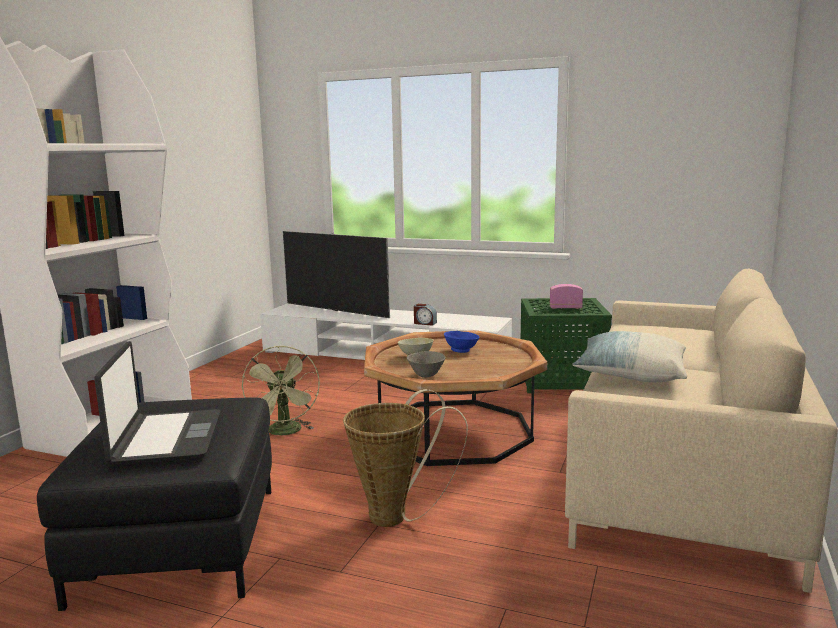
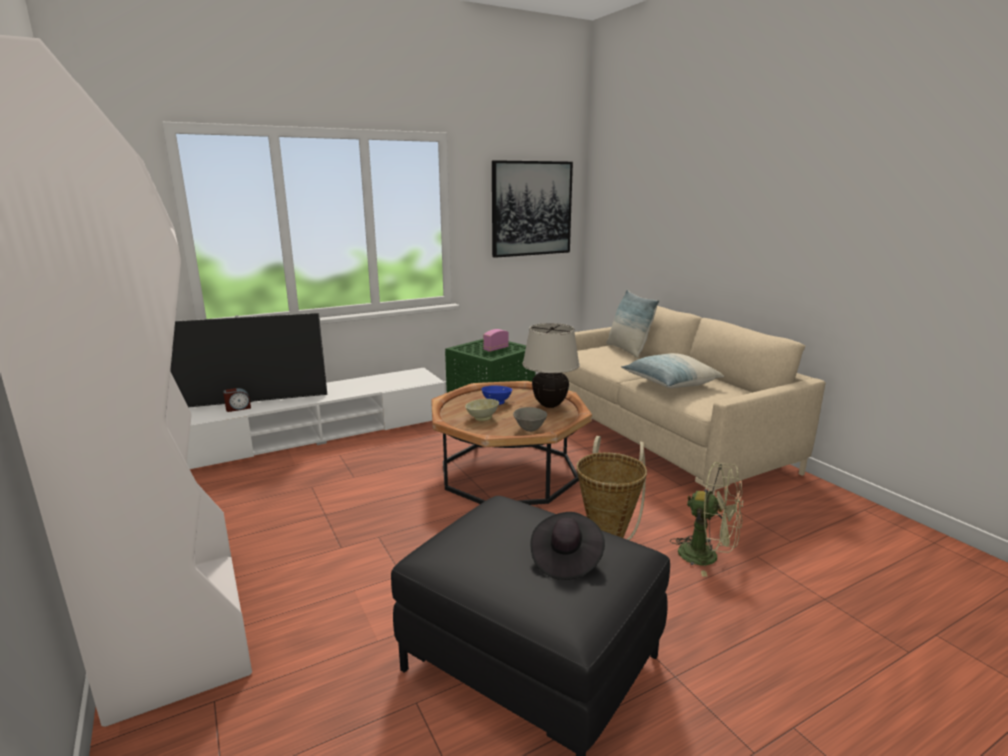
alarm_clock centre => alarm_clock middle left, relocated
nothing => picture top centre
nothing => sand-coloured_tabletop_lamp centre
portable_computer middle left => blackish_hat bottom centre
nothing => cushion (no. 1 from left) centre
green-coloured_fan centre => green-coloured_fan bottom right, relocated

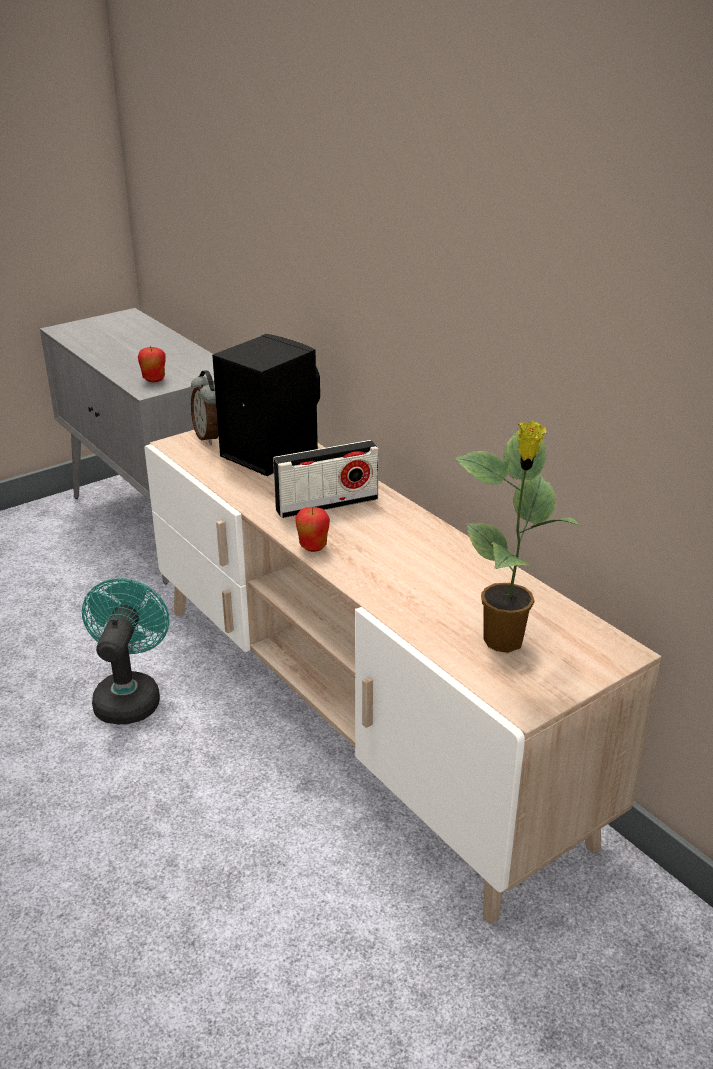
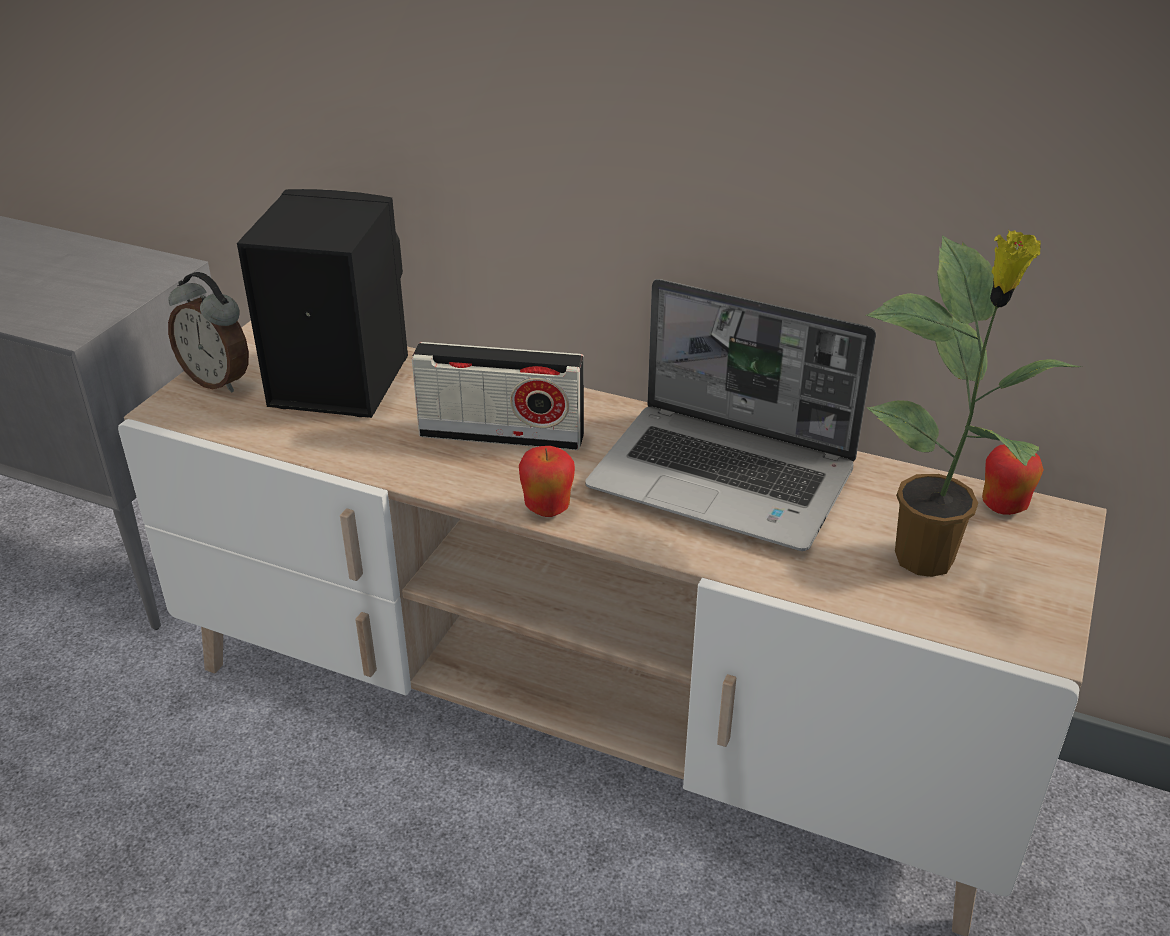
radio_set centre, 60 degrees clockwise
nothing => portable_computer centre
apple (no. 1 from left in the first image) middle left => apple (no. 2 from left) middle right, relocated
blue-green_fan middle left => nothing

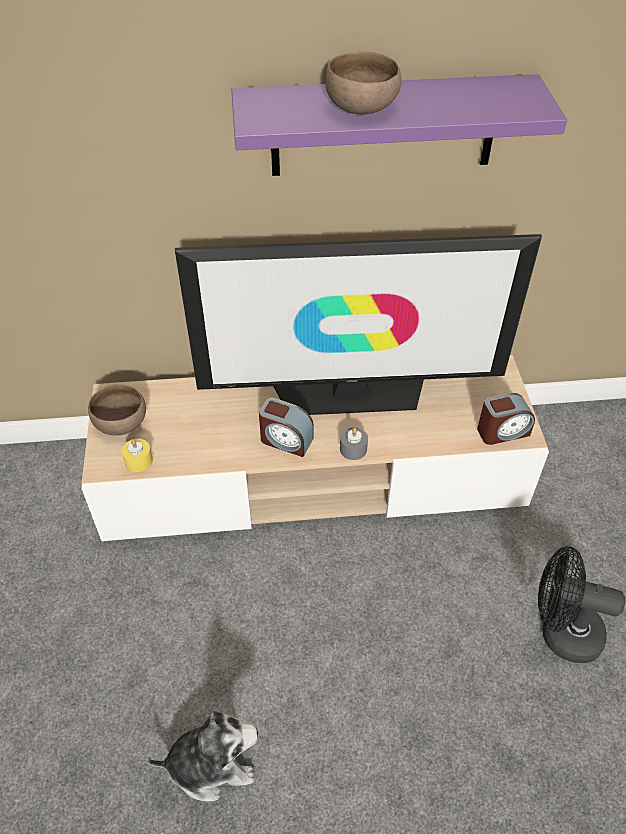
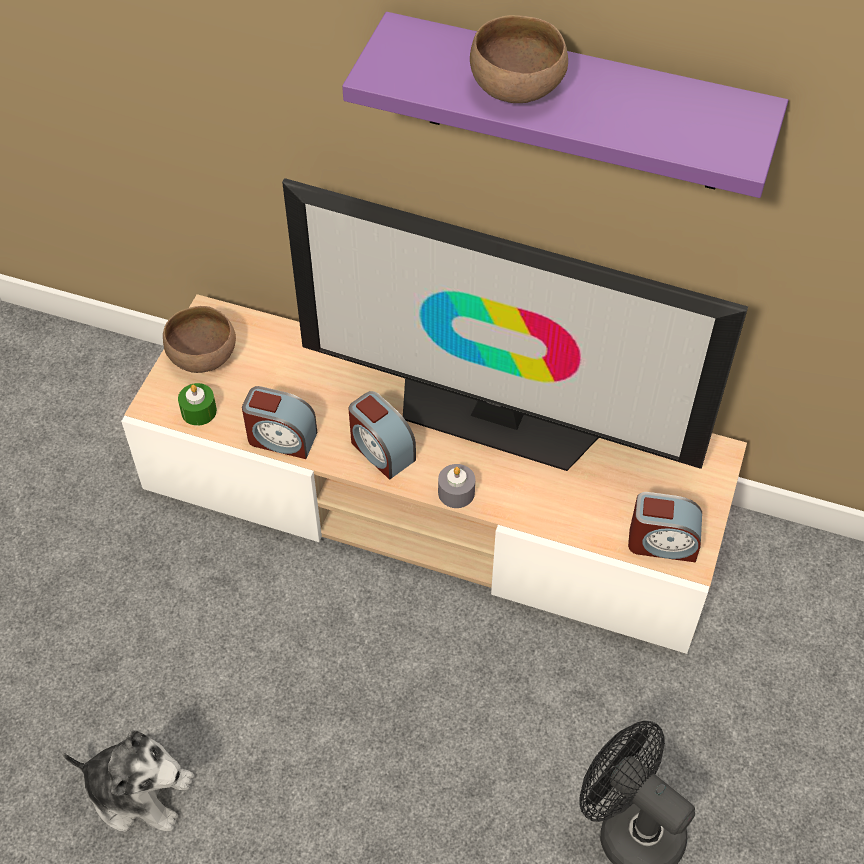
yellow_wax_light middle left => green-coloured_wax_light middle left
nothing => alarm_clock (no. 1 from left) middle left

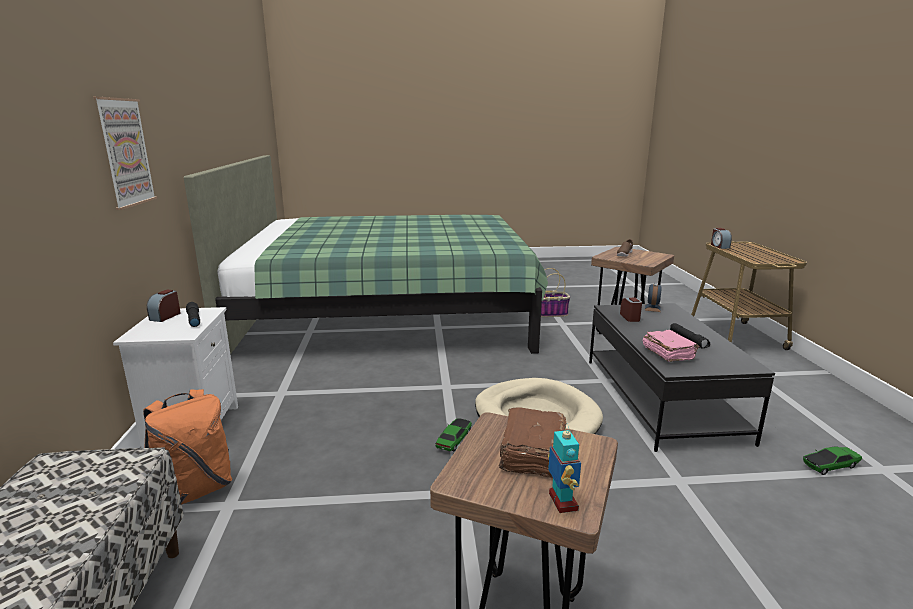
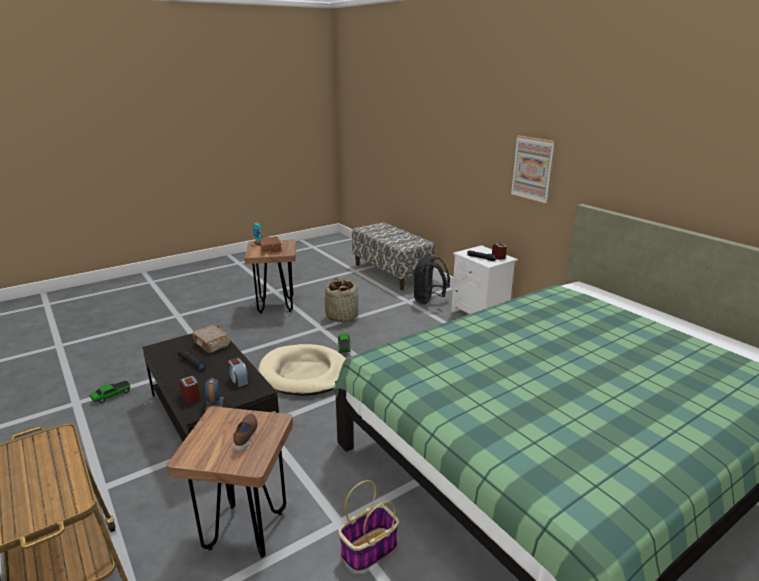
alarm_clock (no. 4 from left in the first image) middle right => alarm_clock (no. 1 from left) bottom left, relocated
pinkish_volume middle right => brown_volume (no. 1 from left) middle left
nothing => basket (no. 1 from left) centre
orange_backpack bottom left => blackish_backpack centre

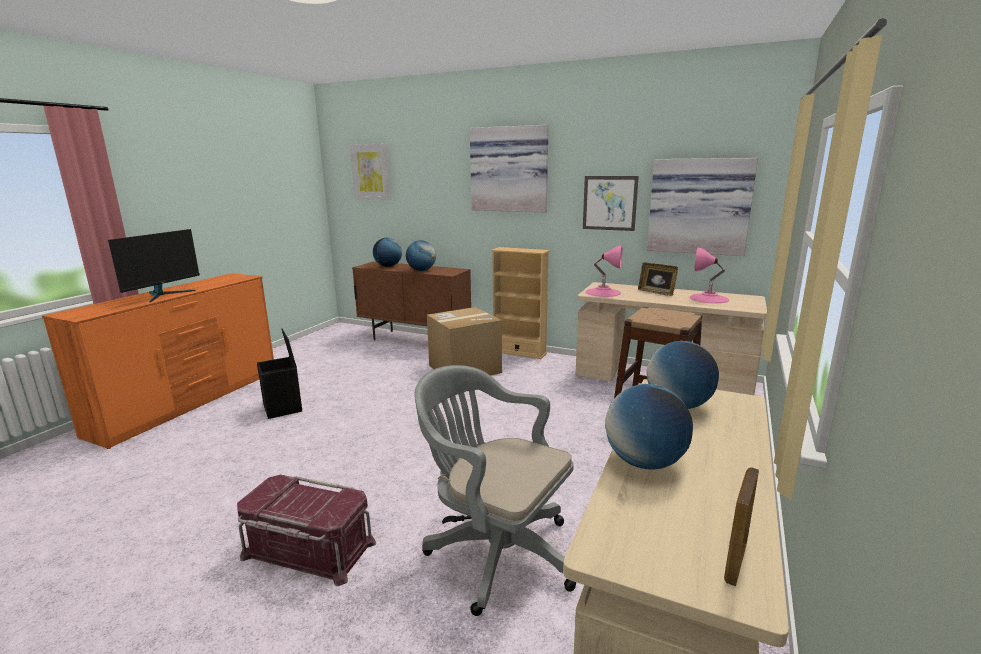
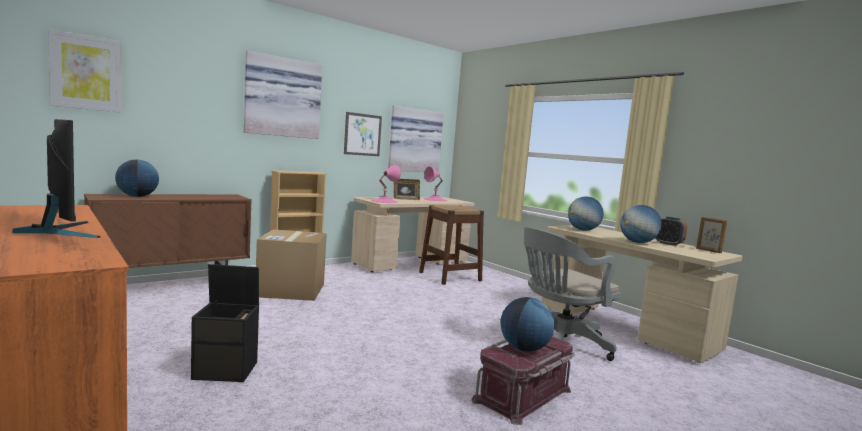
globe (no. 2 from left) centre => globe (no. 2 from left) bottom centre, relocated
nothing => alarm_clock middle right

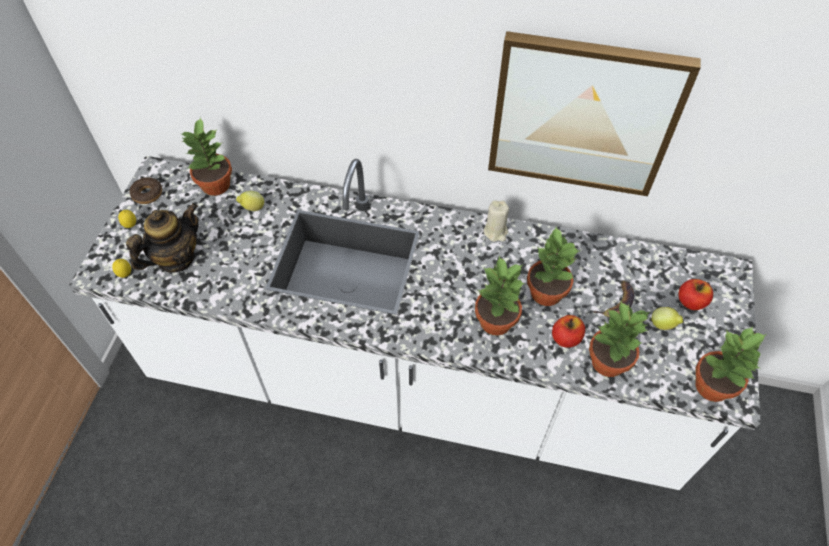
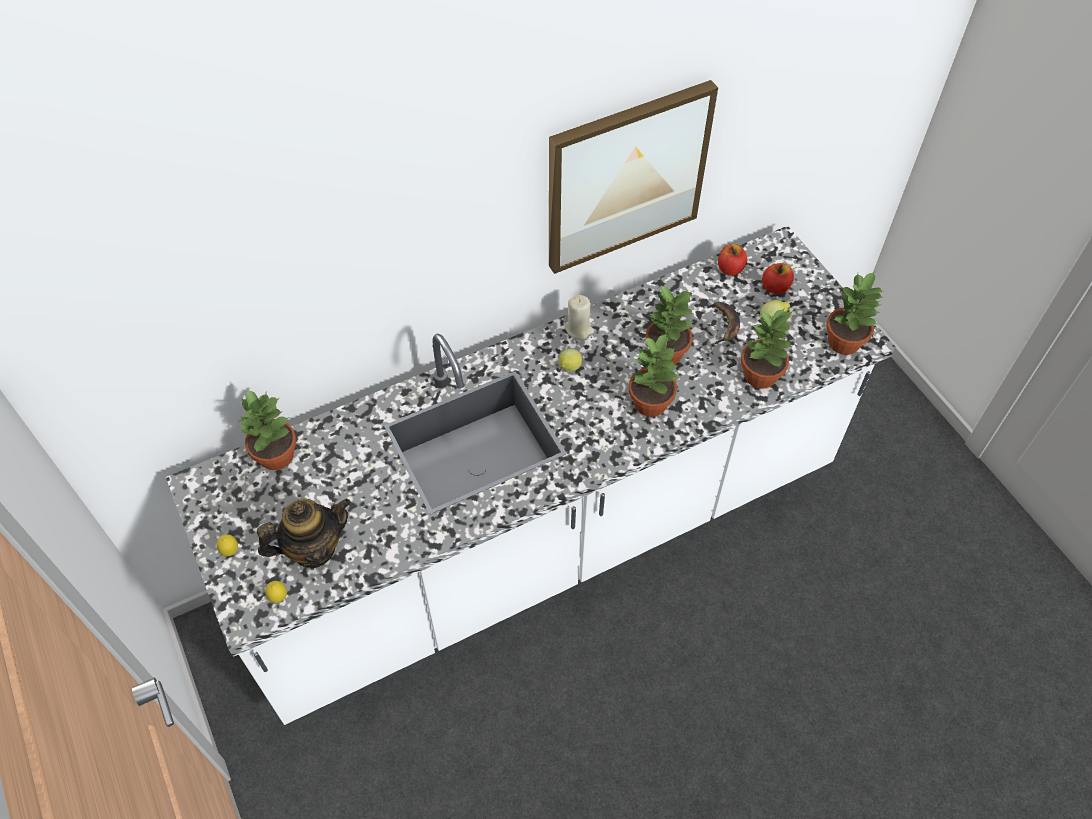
tea_pot middle left, 60 degrees clockwise
lemon (no. 3 from left) middle left => lemon (no. 3 from left) centre, relocated
apple (no. 1 from left) middle right => apple (no. 1 from left) top right, relocated
ring_doughnut middle left => nothing

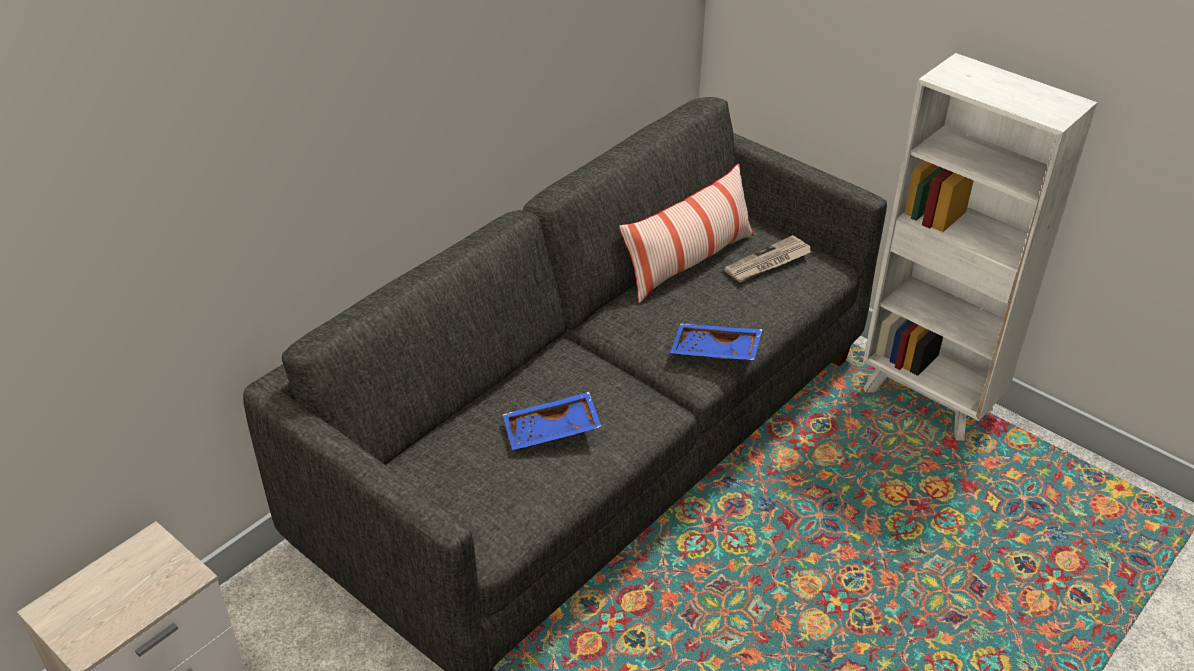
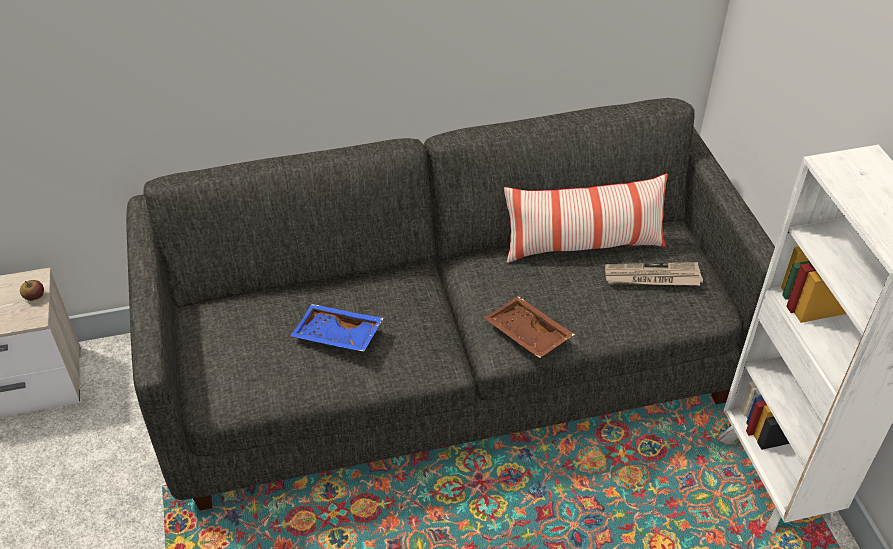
nothing => apple middle left
bluish_serving_tray (no. 2 from left) centre => brown_serving_tray centre

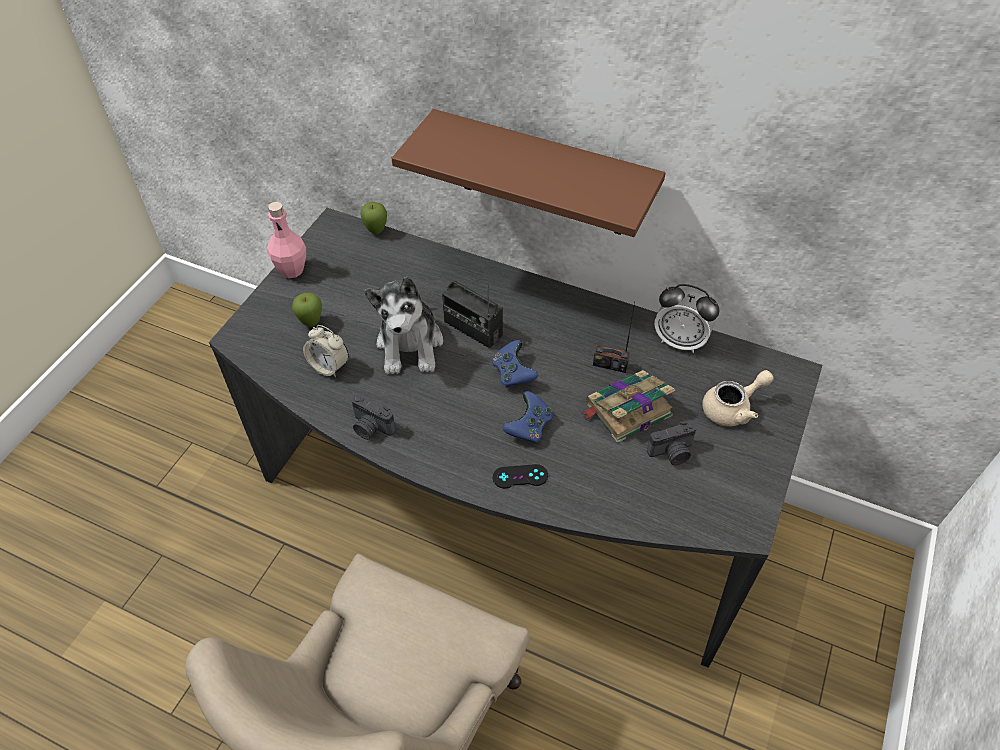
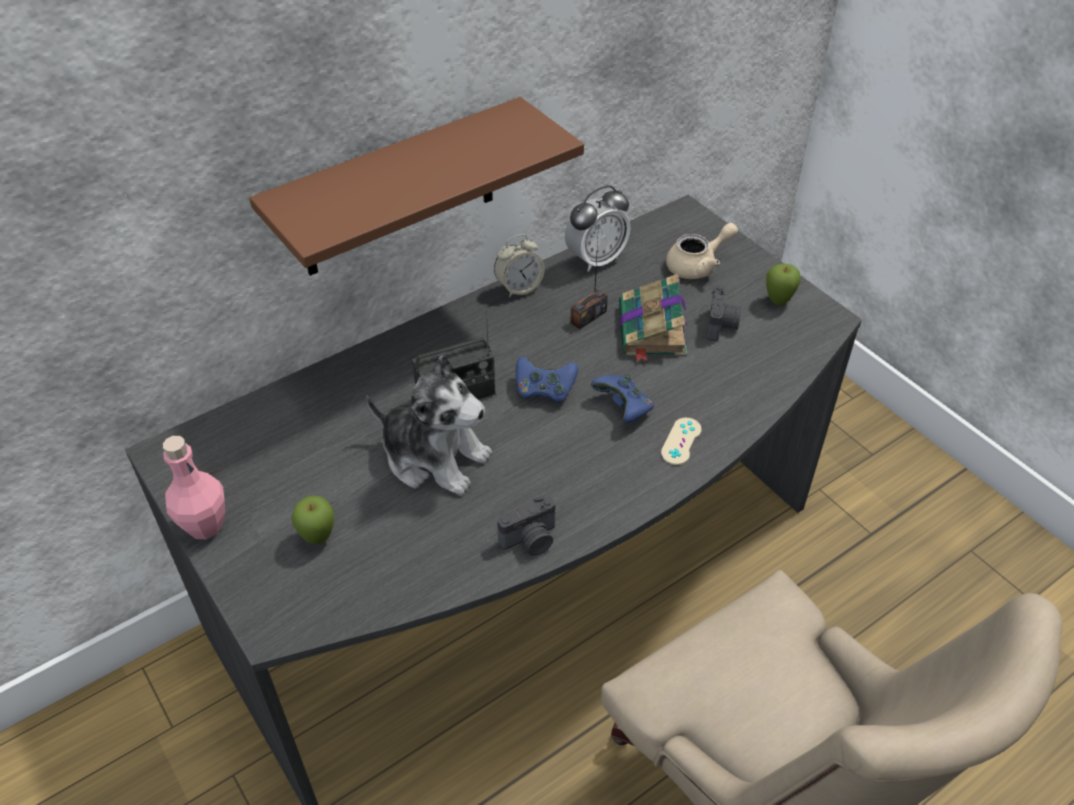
alarm_clock (no. 1 from left) middle left => alarm_clock (no. 1 from left) top centre, relocated
blackish_gamepad centre => sand-coloured_gamepad centre
sand-coloured_tea_pot middle right => sand-coloured_tea_pot top centre, 60 degrees clockwise
apple (no. 2 from left) top centre => apple (no. 2 from left) middle right, relocated

